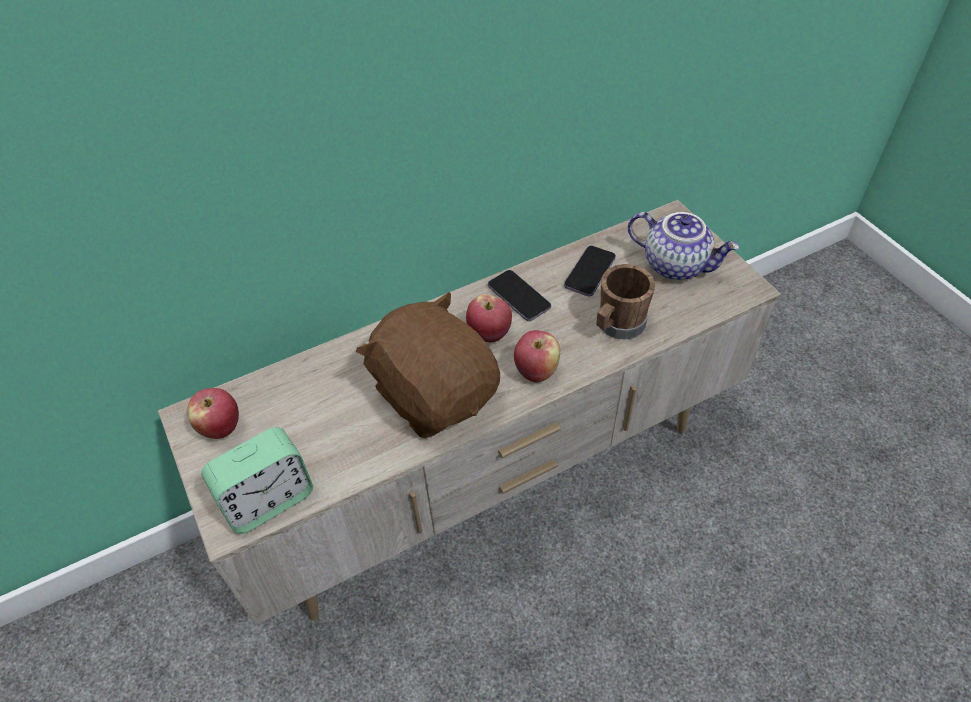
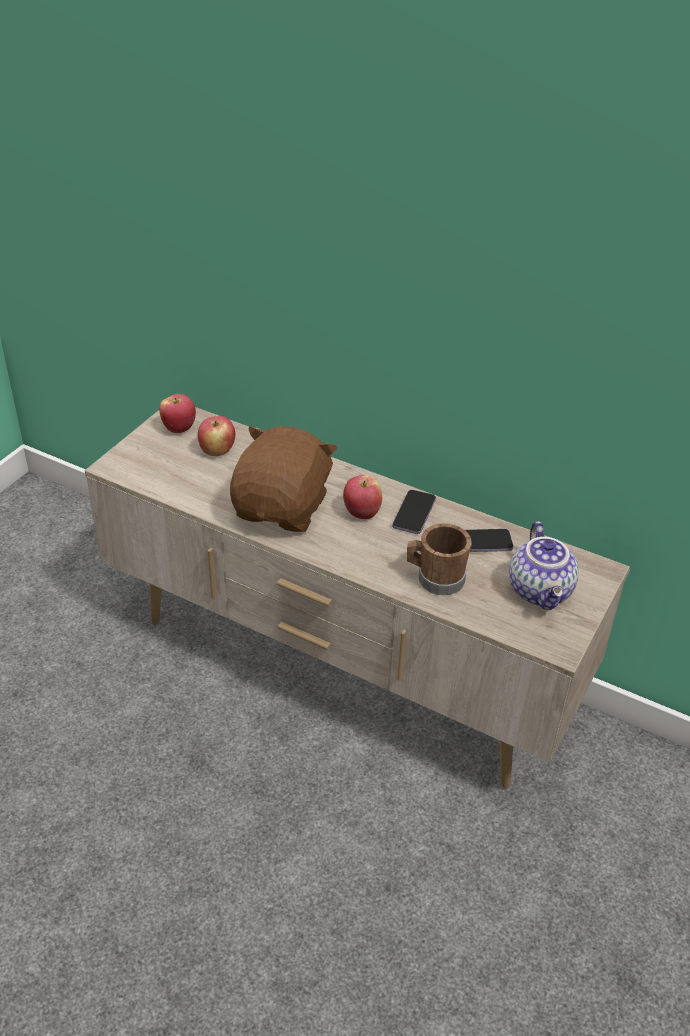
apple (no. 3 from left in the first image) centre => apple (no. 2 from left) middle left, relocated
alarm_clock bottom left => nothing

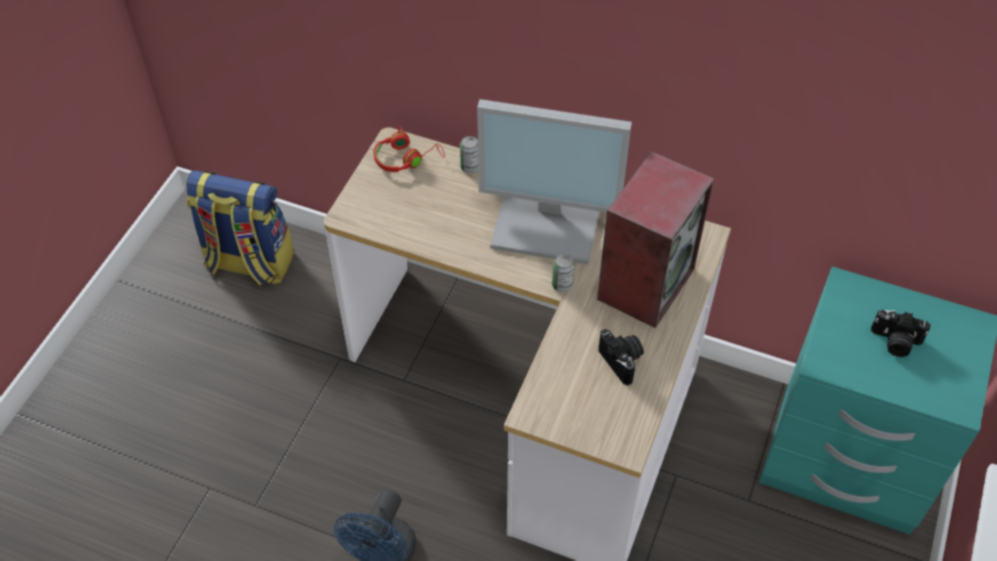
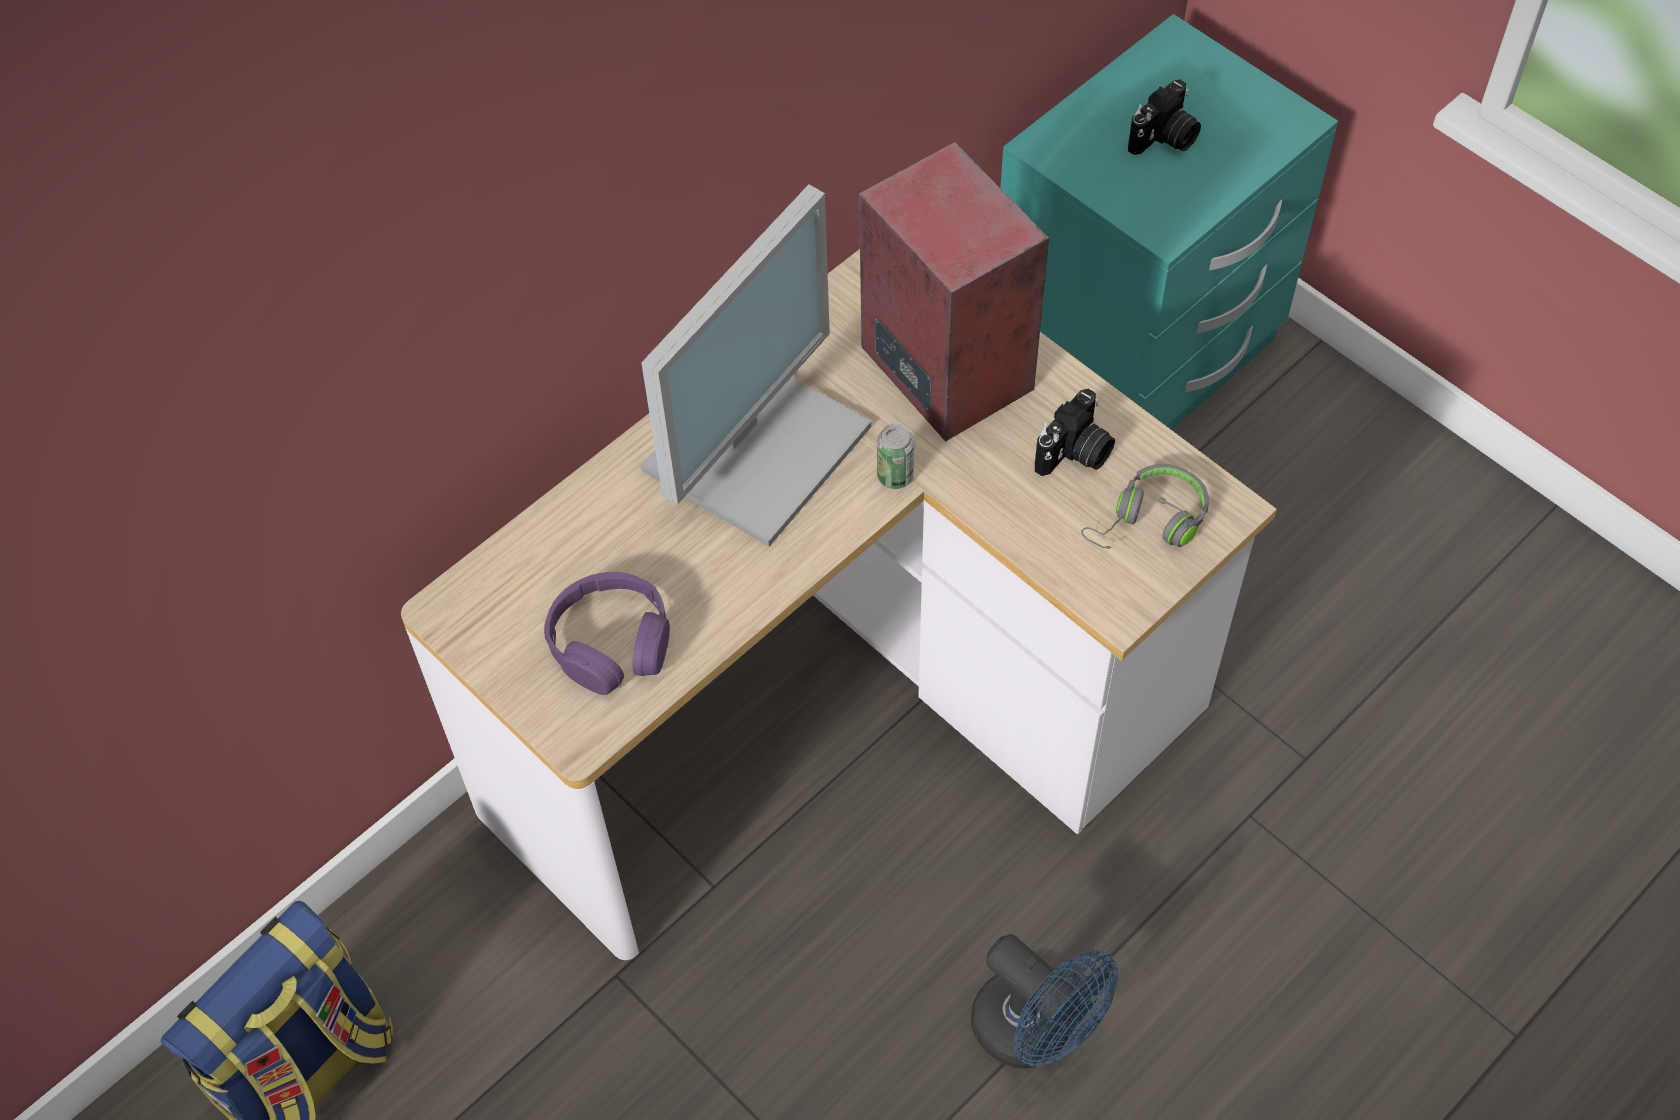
nothing => purplish_headset centre
photo_camera (no. 1 from left) centre, 135 degrees clockwise
nothing => grey_headset middle right
red_headset top centre => nothing
sealed_can (no. 1 from left) top centre => nothing

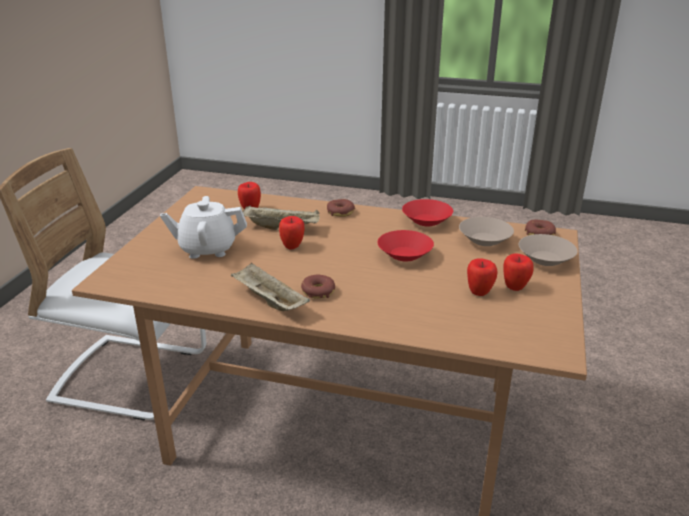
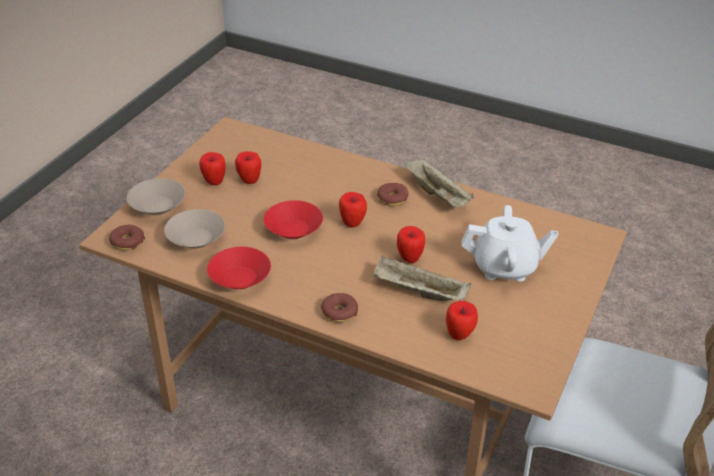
nothing => apple (no. 3 from left) centre

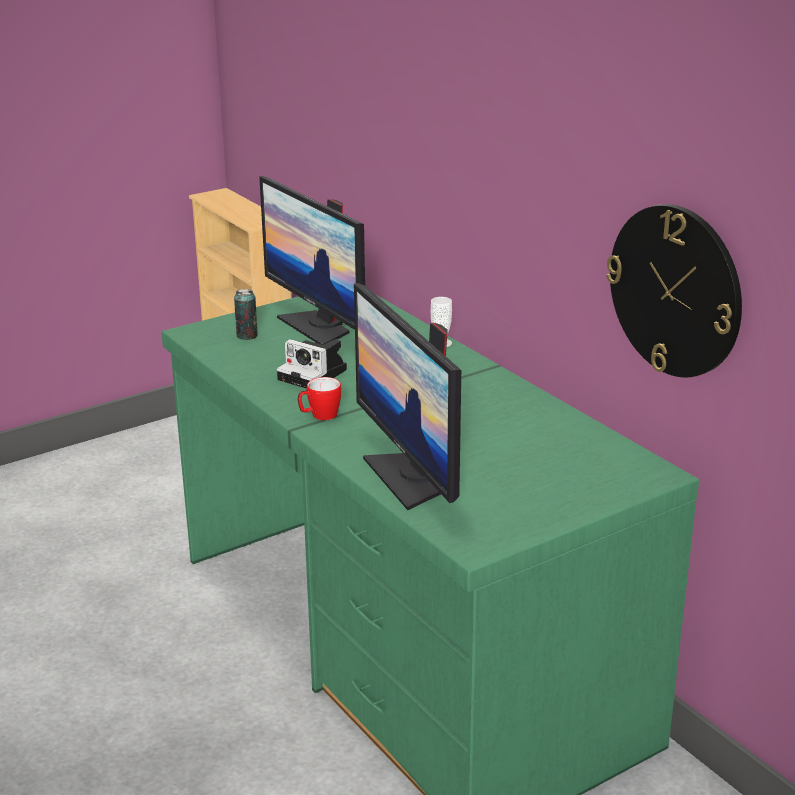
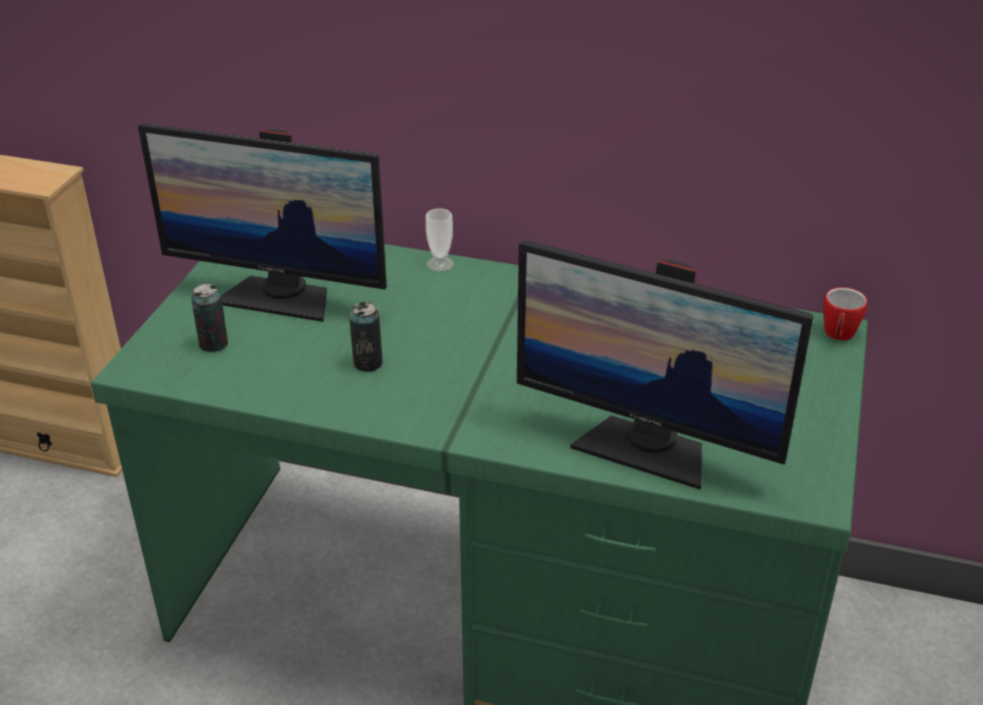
photo_camera centre => sealed_can (no. 2 from left) centre
mug centre => mug middle right, relocated
wall_clock middle right => nothing

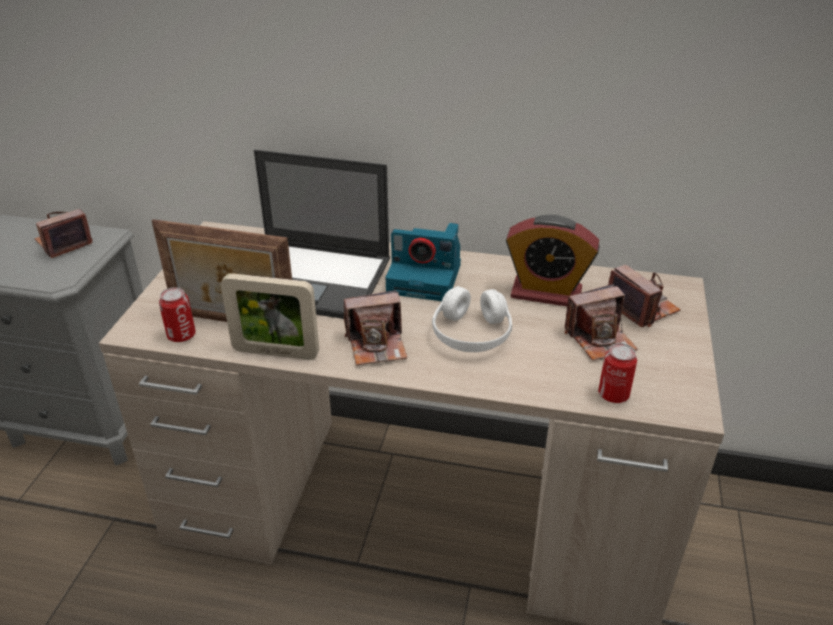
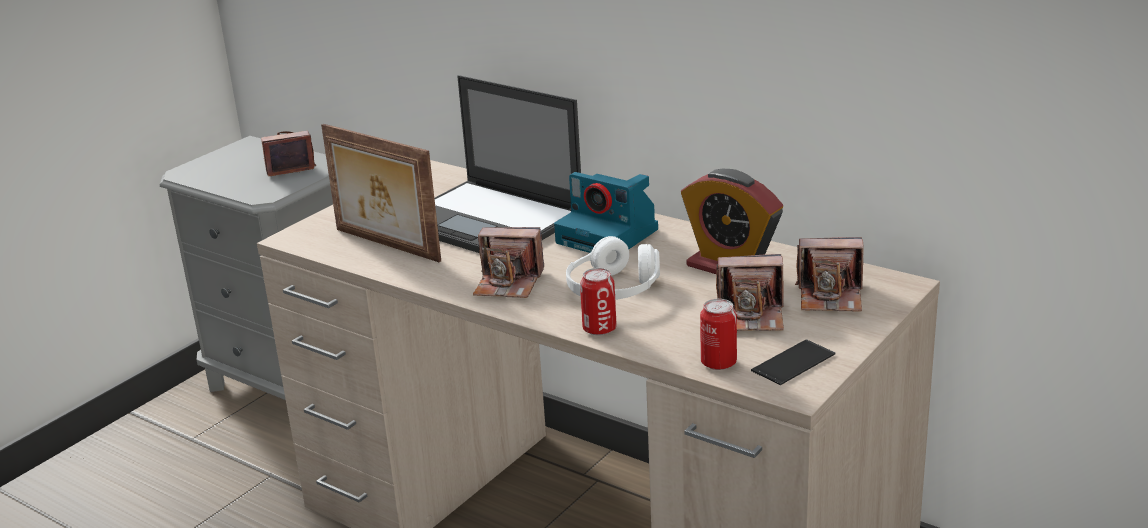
sealed_can (no. 1 from left) middle left => sealed_can (no. 1 from left) centre, relocated
nothing => telephone bottom right
photo_camera (no. 5 from left) middle right, 105 degrees clockwise
photo_frame (no. 2 from left) middle left => nothing

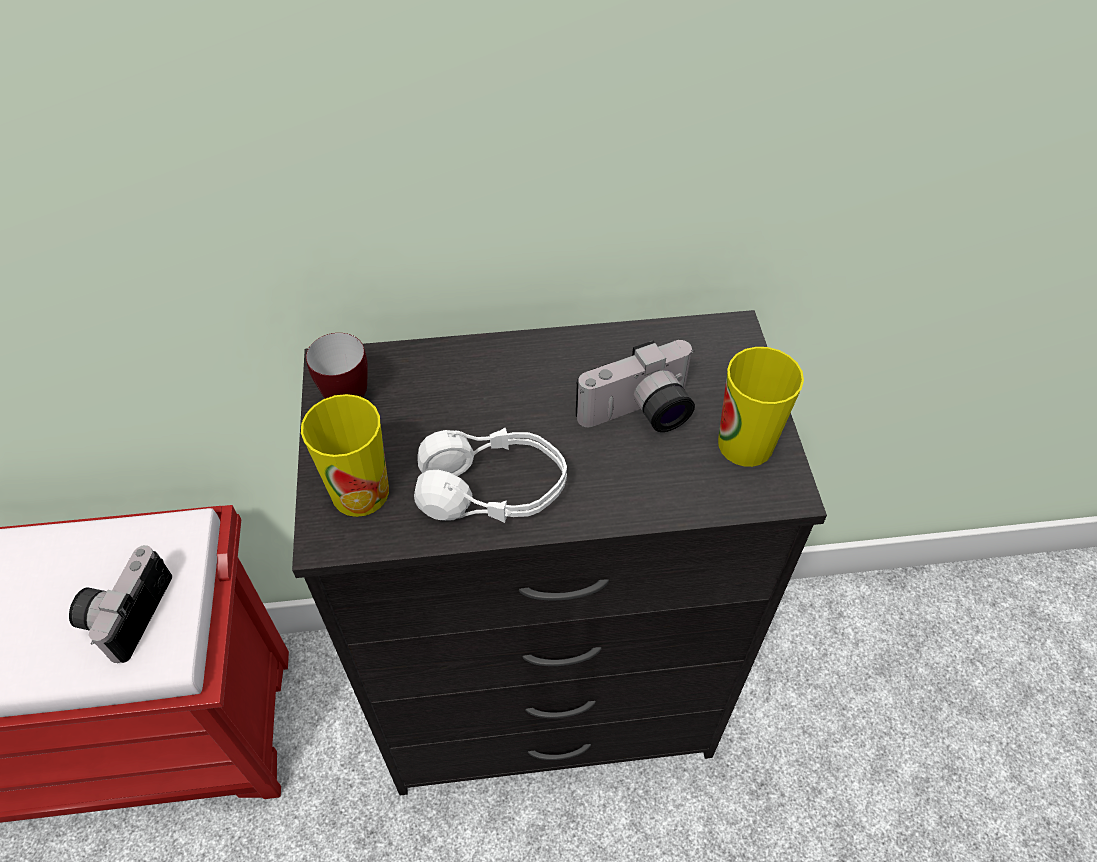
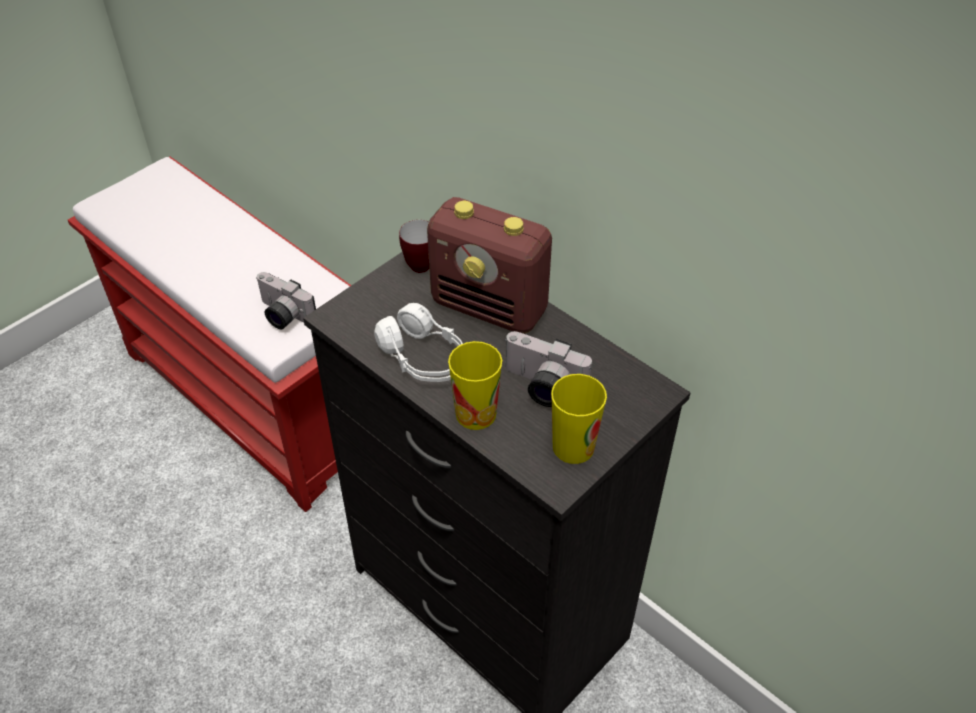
photo_camera (no. 1 from left) bottom left => photo_camera (no. 1 from left) middle left, 120 degrees counterclockwise
nothing => radio_set centre
drinking_cup (no. 1 from left) middle left => drinking_cup (no. 1 from left) centre, relocated

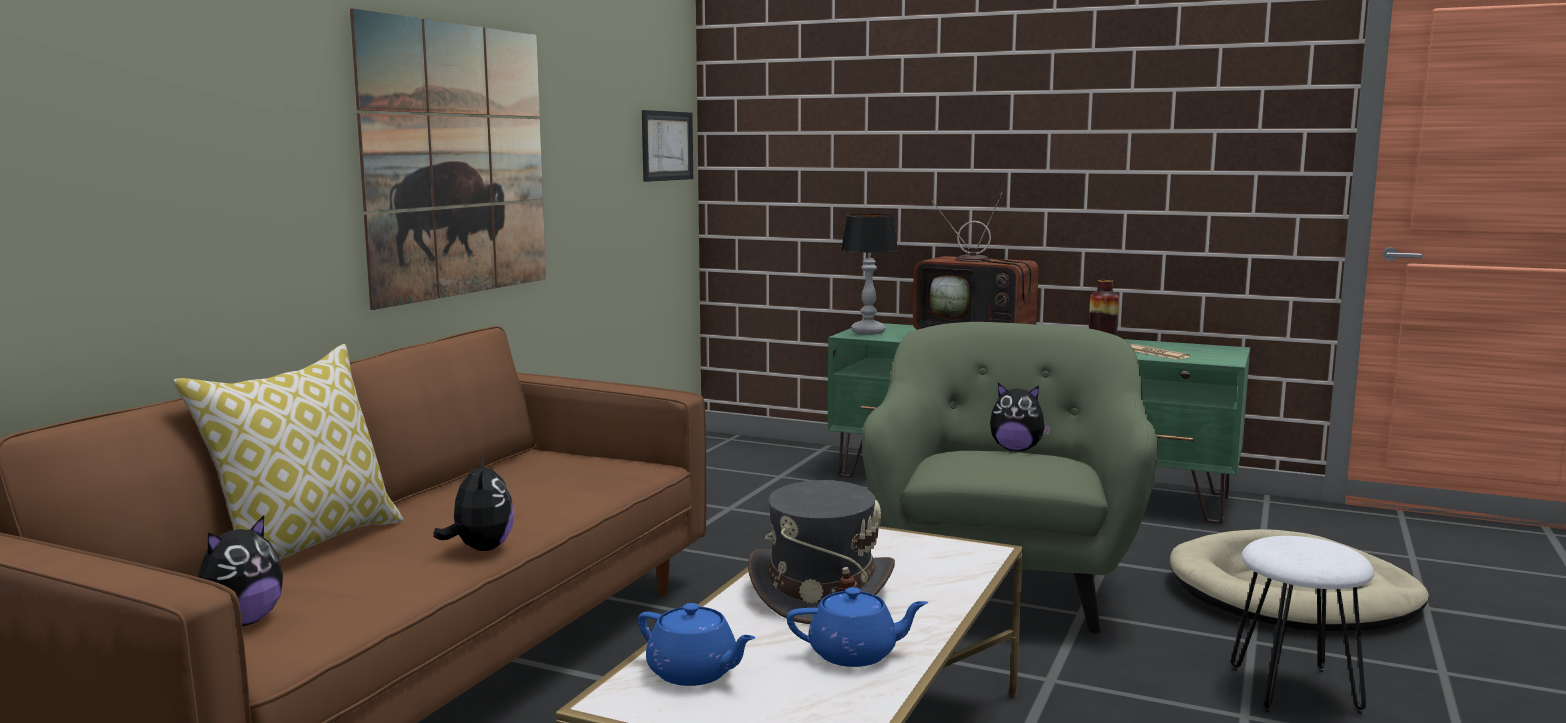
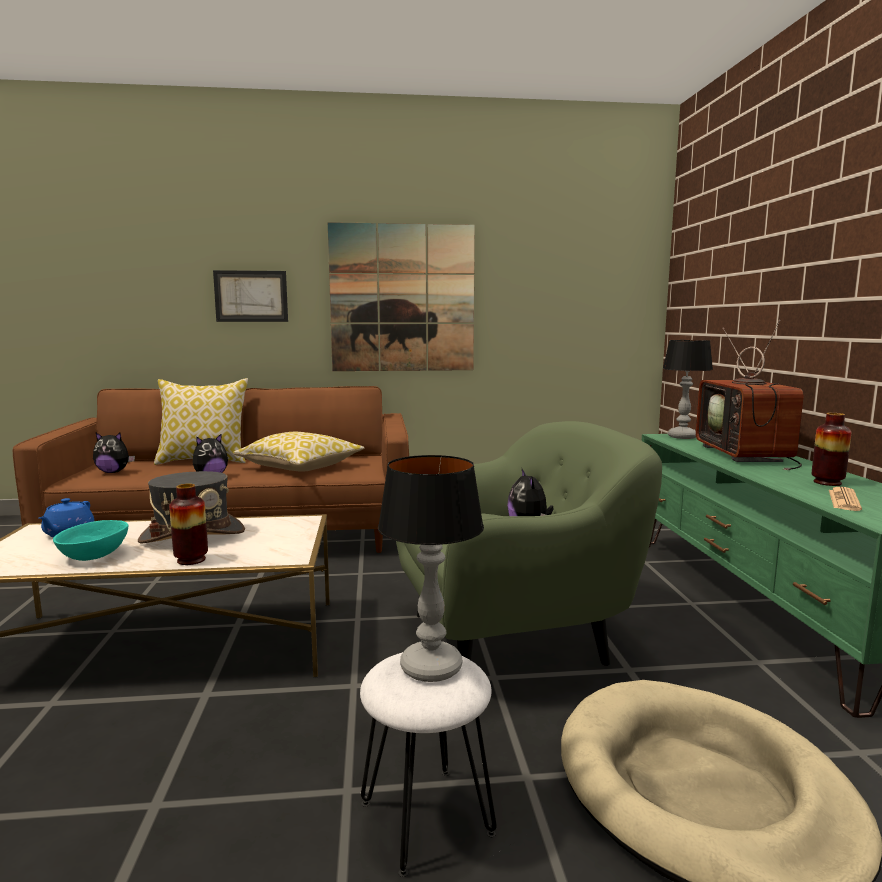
bluish_tea_pot (no. 2 from left) bottom centre => blue-green_bowl middle left
nothing => vase (no. 1 from left) middle left
picture (no. 2 from left in the first image) top centre => picture (no. 1 from left) middle left, relocated
nothing => cushion (no. 2 from left) centre
nothing => tabletop_lamp (no. 1 from left) centre

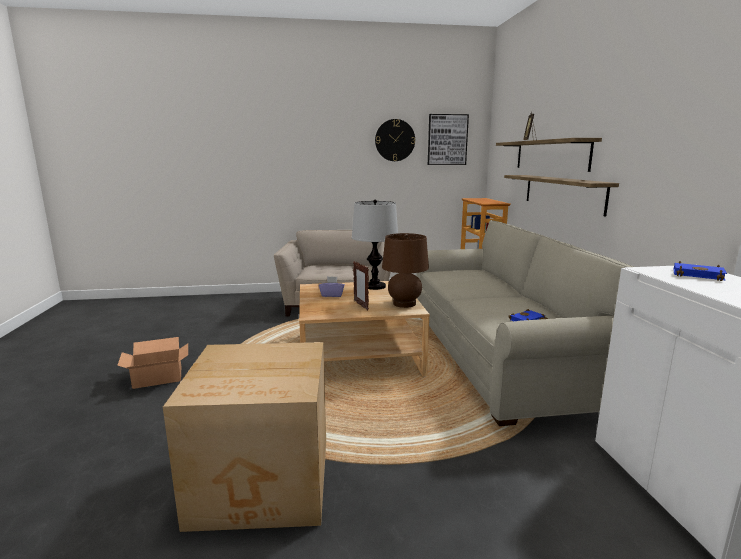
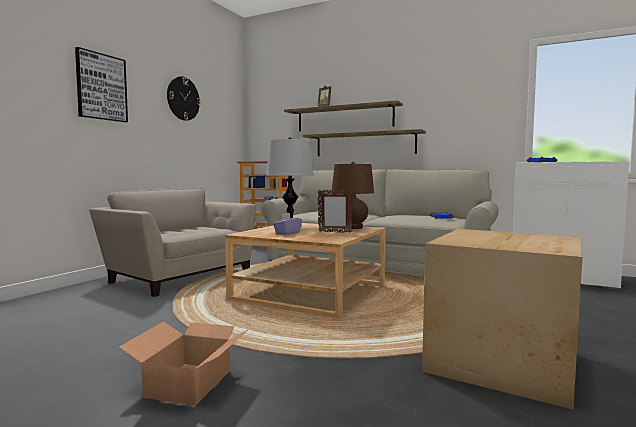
picture top centre => picture top left, relocated

